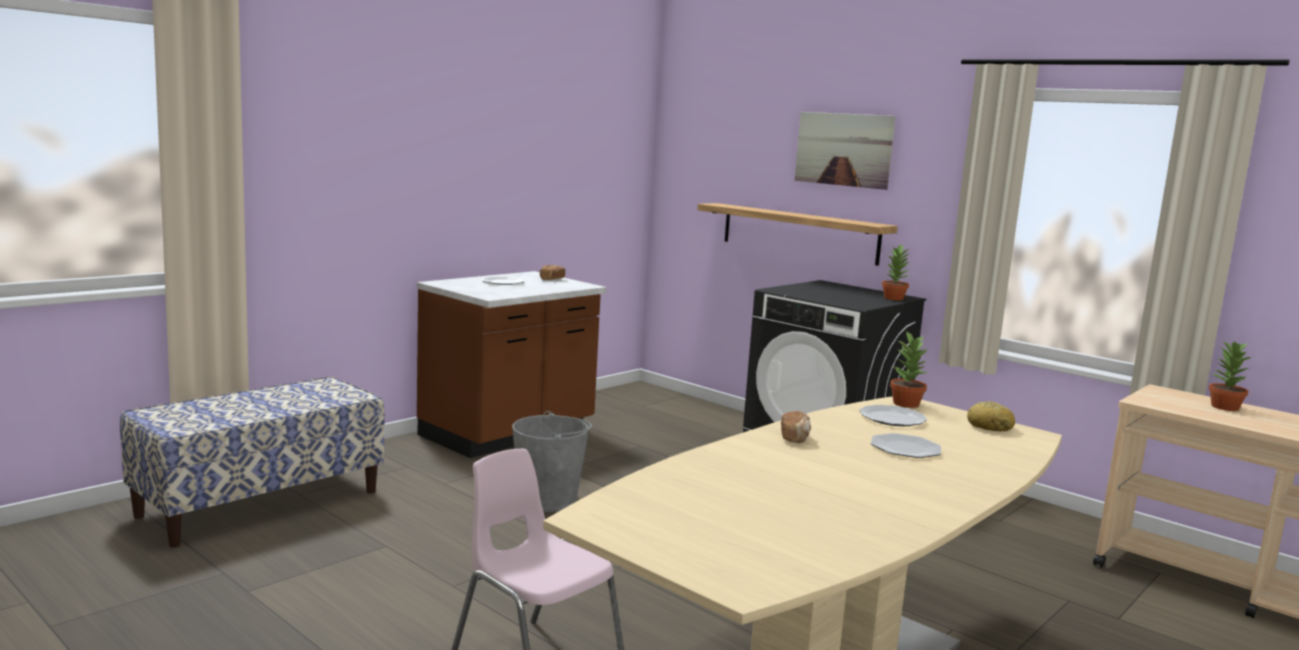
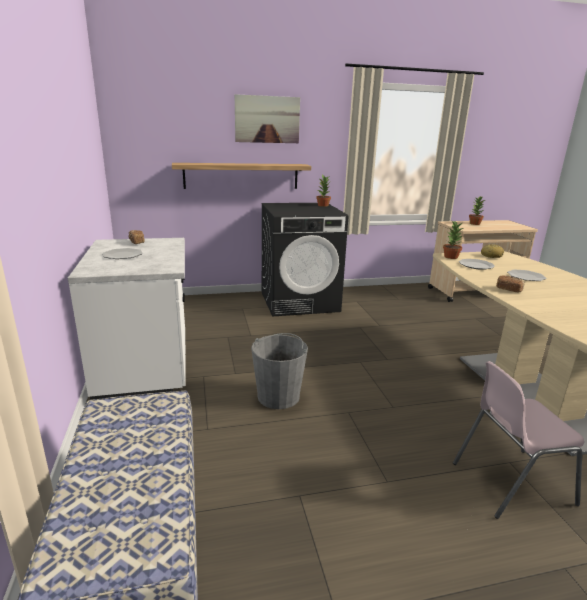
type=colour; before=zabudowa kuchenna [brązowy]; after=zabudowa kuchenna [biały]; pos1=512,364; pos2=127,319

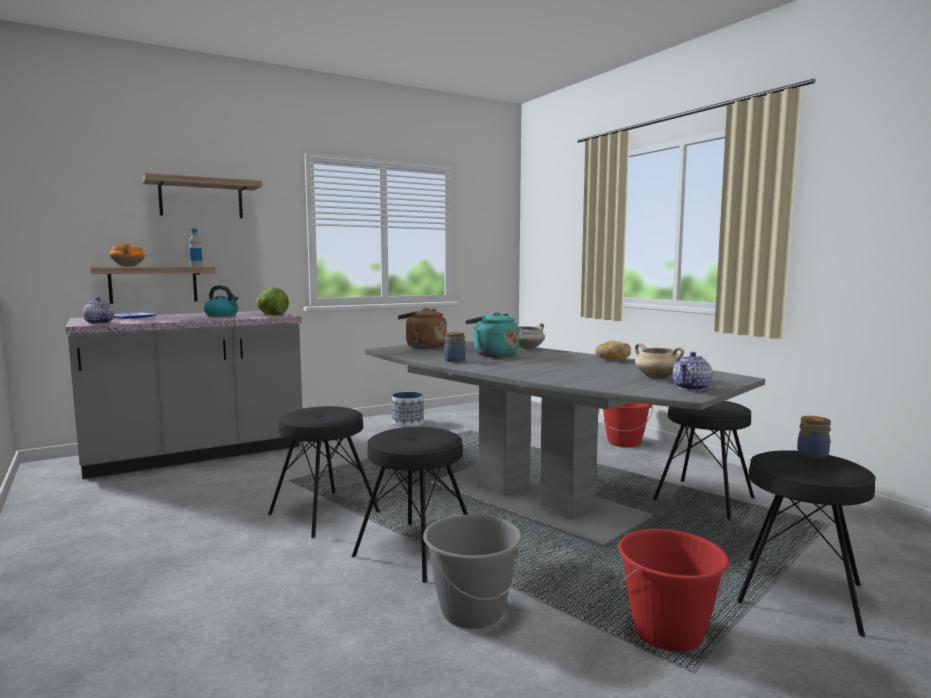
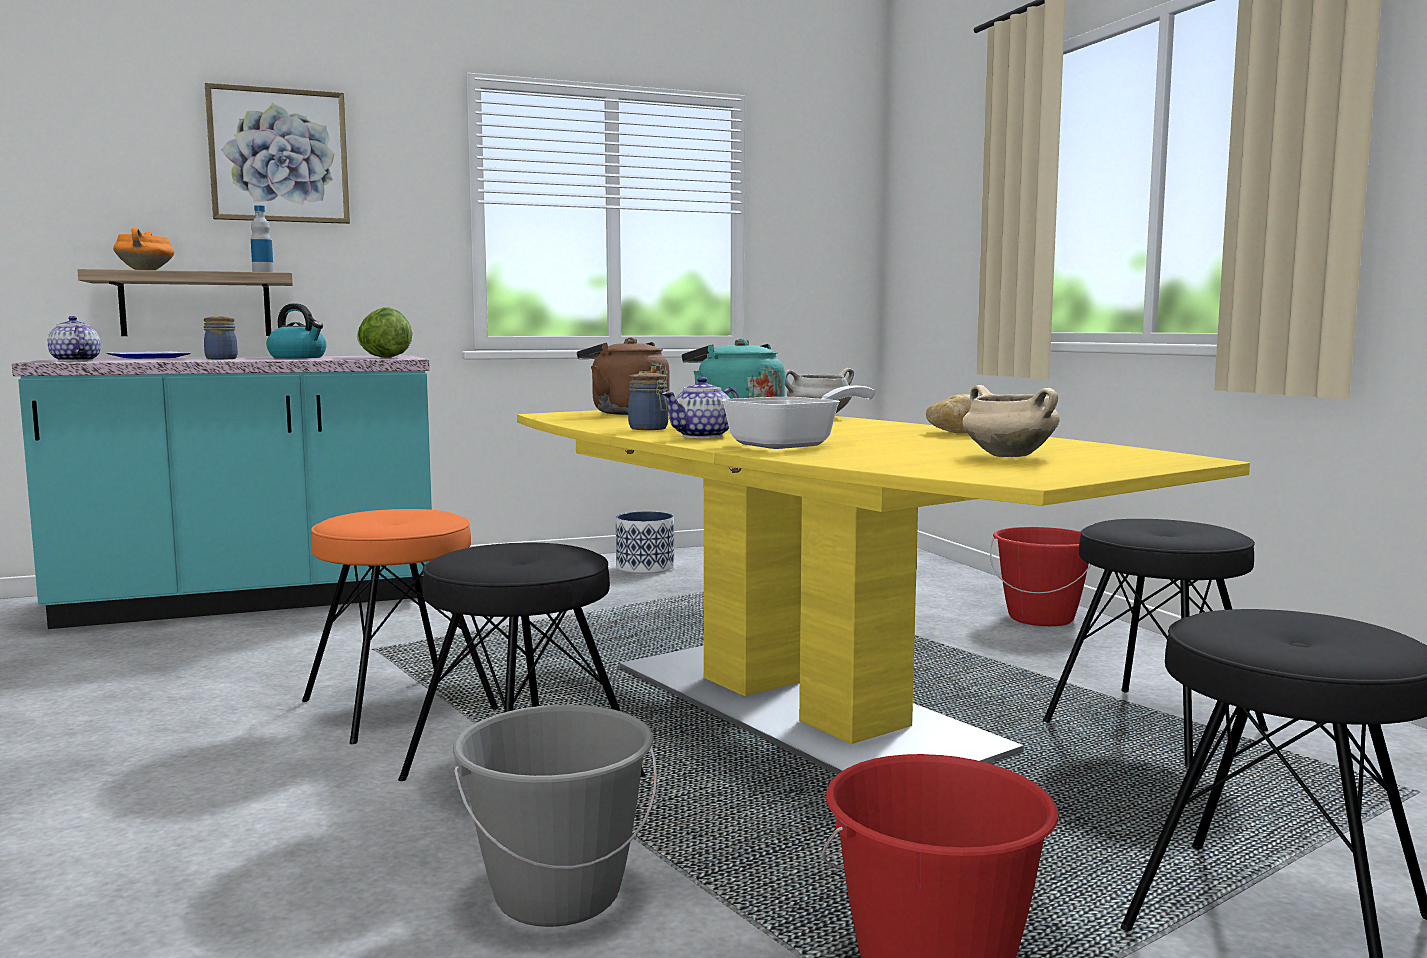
type=colour; before=zabudowa kuchenna [szary]; after=zabudowa kuchenna [turkusowy]; pos1=184,395; pos2=222,492
type=exchanged; before=półka; after=obraz; pos1=202,195; pos2=277,153
type=colour; before=stołek [czarny]; after=stołek [pomarańczowy]; pos1=324,472; pos2=400,626
type=colour; before=stół jadalny [szary]; after=stół jadalny [żółty]; pos1=565,444; pos2=883,592
type=relocated; before=imbryk; pos1=692,371; pos2=700,407
type=relocated; before=słoik; pos1=814,437; pos2=221,338
type=appeared; after=patelnia; pos2=799,417

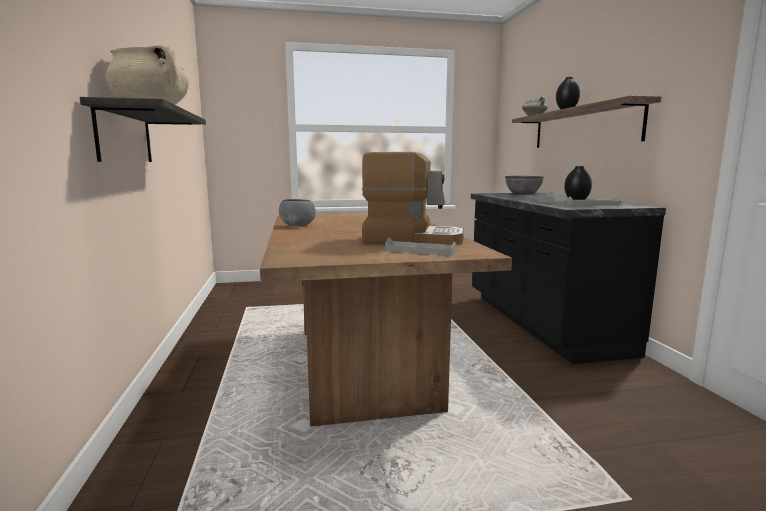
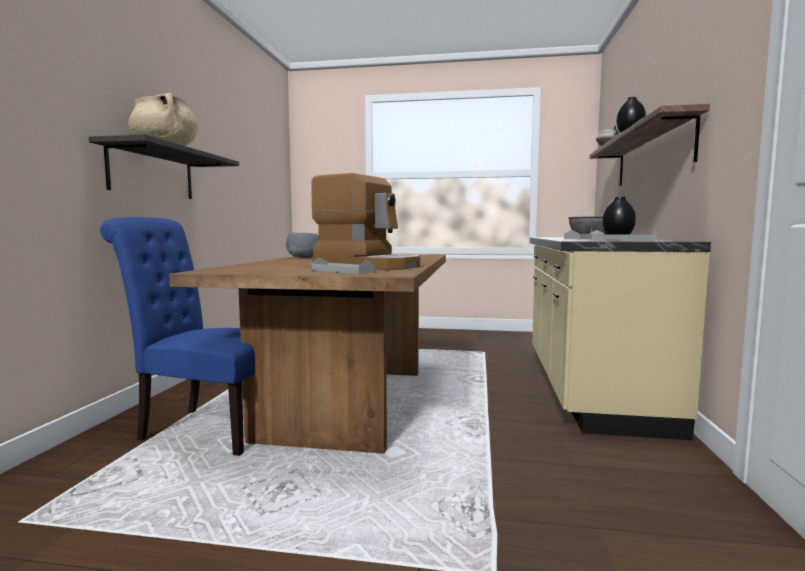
type=colour; before=zabudowa kuchenna [czarny]; after=zabudowa kuchenna [beżowy]; pos1=568,278; pos2=620,338
type=appeared; after=krzesło [niebieski]; pos2=177,336

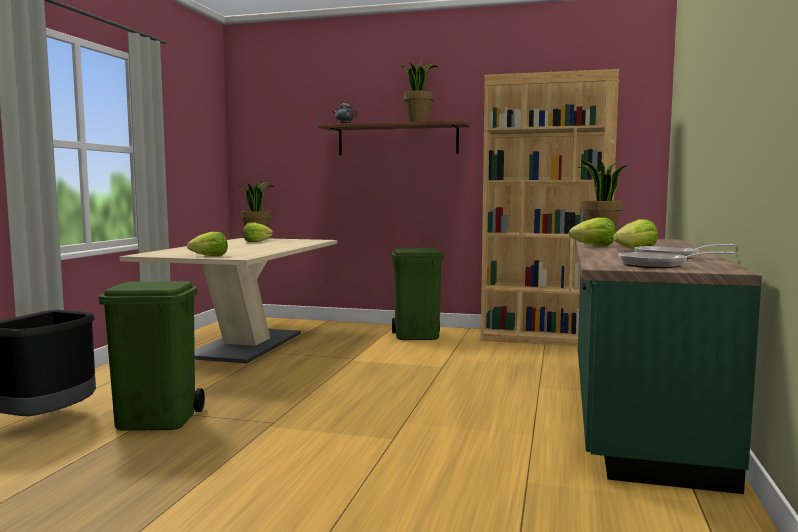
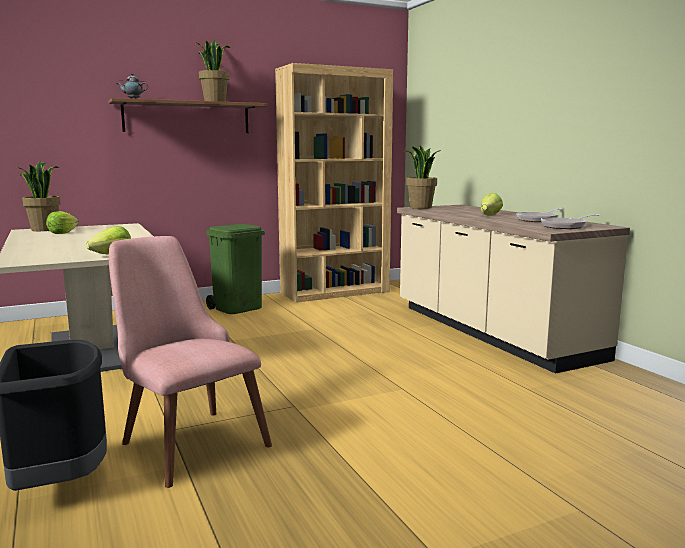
type=exchanged; before=kosz na śmieci [zielony]; after=krzesło [różowy]; pos1=152,356; pos2=190,362
type=missing; before=sałata; pos1=592,231
type=colour; before=zabudowa kuchenna [zielony]; after=zabudowa kuchenna [beżowy]; pos1=668,366; pos2=513,289

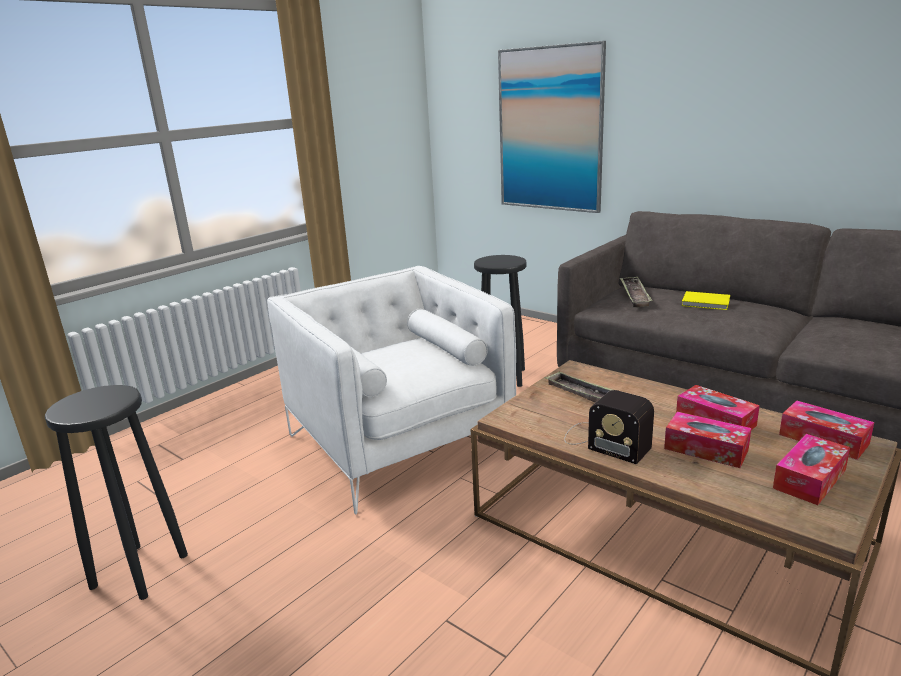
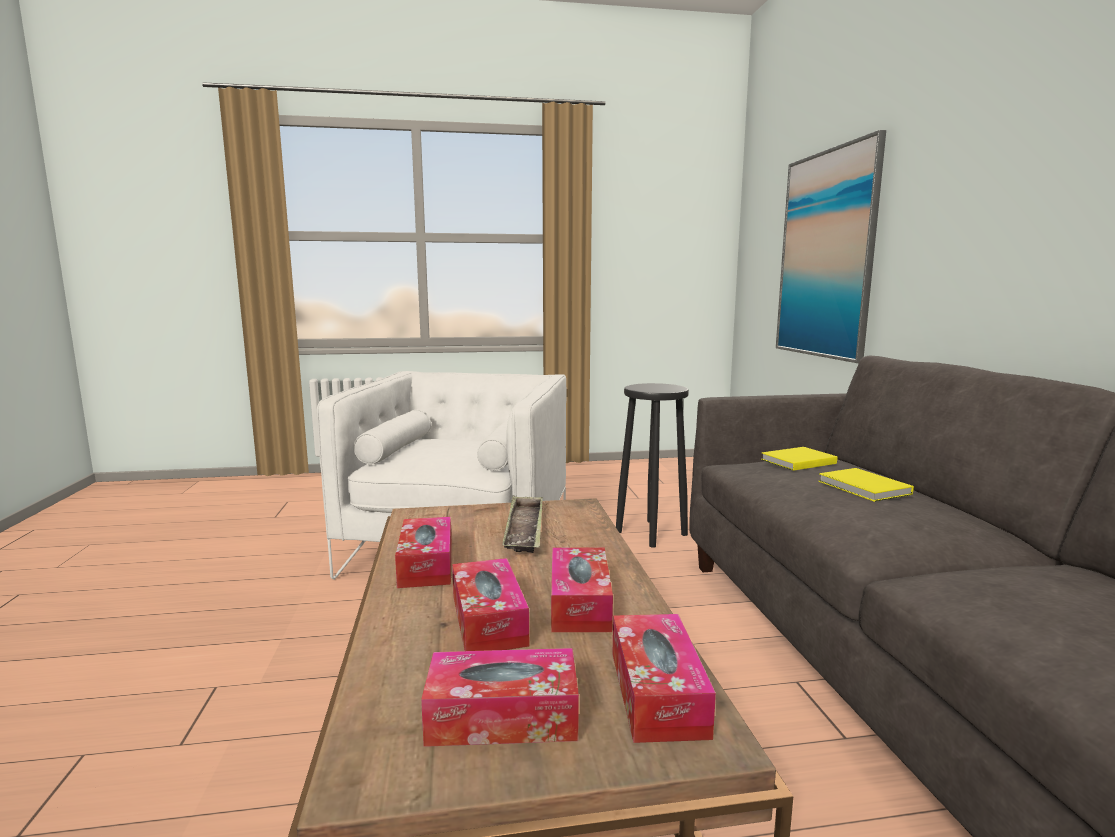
type=missing; before=stołek [czarny]; pos1=116,492
type=exchanged; before=radio; after=pudełko chusteczek; pos1=609,427; pos2=423,552
type=exchanged; before=taca; after=książka [żółty]; pos1=636,291; pos2=799,459

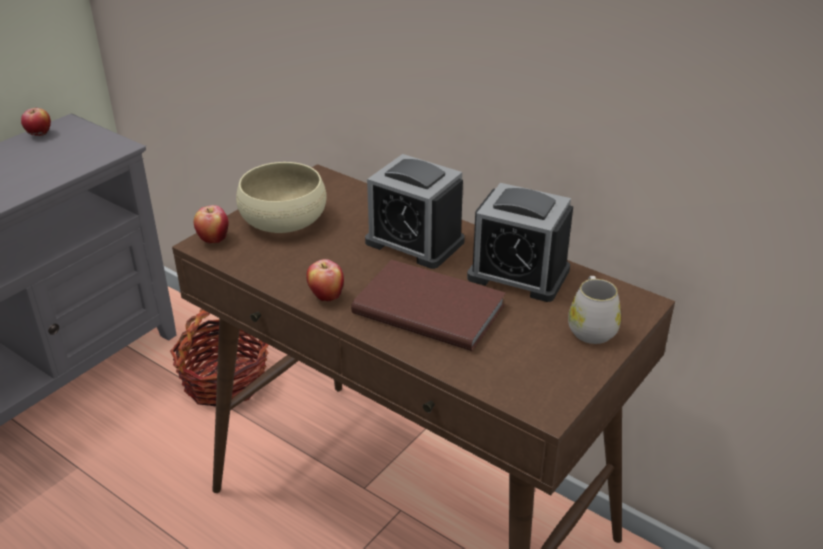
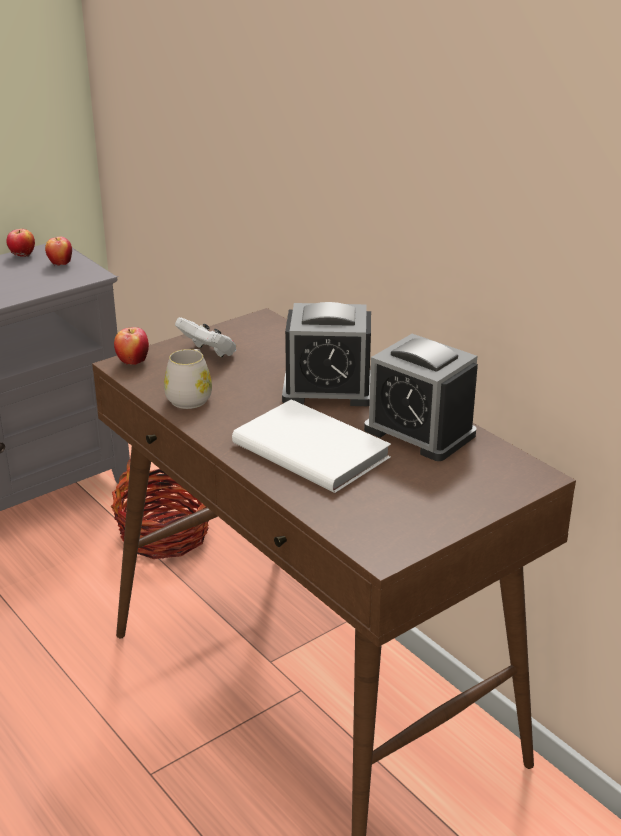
type=exchanged; before=miska [beżowy]; after=pad do gier [biały]; pos1=281,197; pos2=205,337
type=relocated; before=jabłko; pos1=325,280; pos2=58,251
type=colour; before=książka [brązowy]; after=książka [biały]; pos1=428,305; pos2=311,446
type=spun; before=budzik; pos1=415,211; pos2=326,354; turn=-45
type=relocated; before=kubek [biały]; pos1=594,310; pos2=188,379

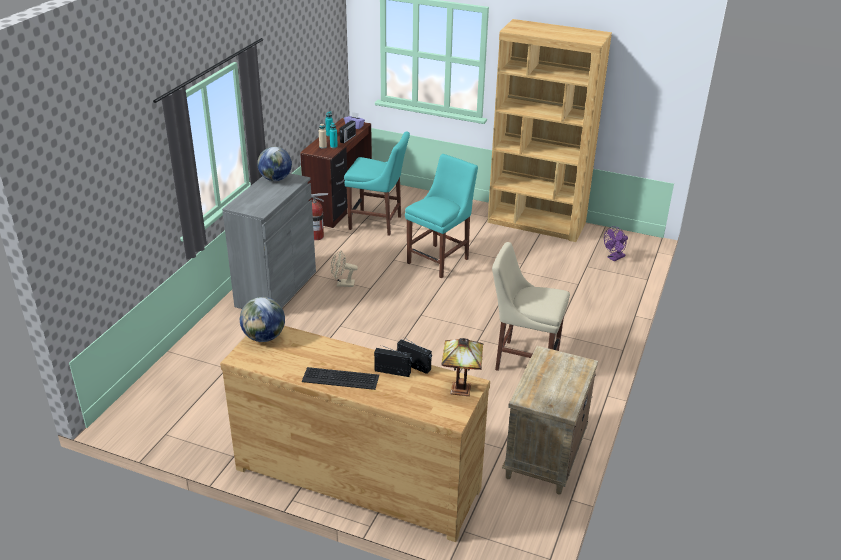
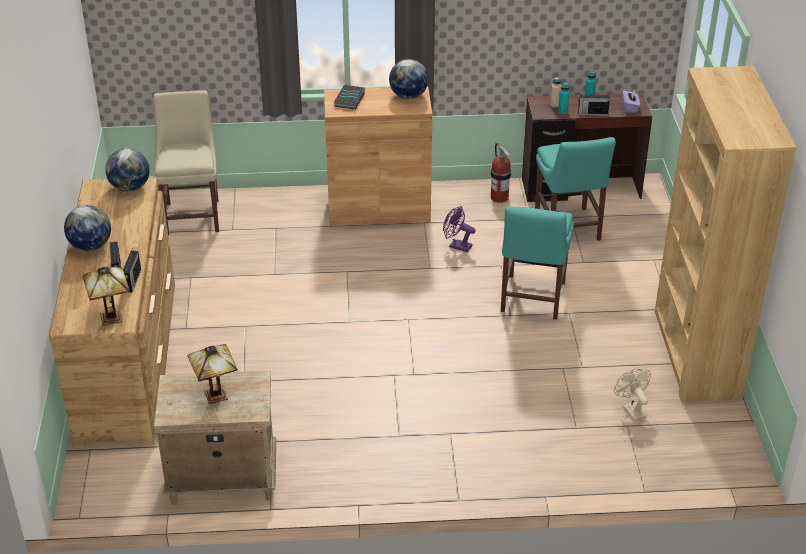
type=colour; before=szafka [szary]; after=szafka [brązowy]; pos1=269,241; pos2=378,156
type=exchanged; before=klawiatura; after=globus; pos1=340,378; pos2=87,228
type=relocated; before=wentylator [beżowy]; pos1=344,269; pos2=632,395
type=spun; before=krzesło [turkusowy]; pos1=441,216; pos2=537,263; turn=90
type=relocated; before=krzesło [beżowy]; pos1=531,306; pos2=186,163
type=relocated; before=wentylator [fioletowy]; pos1=616,243; pos2=459,229
type=appeared; after=lampa stołowa; pos2=212,374
type=appeared; after=książka; pos2=349,97

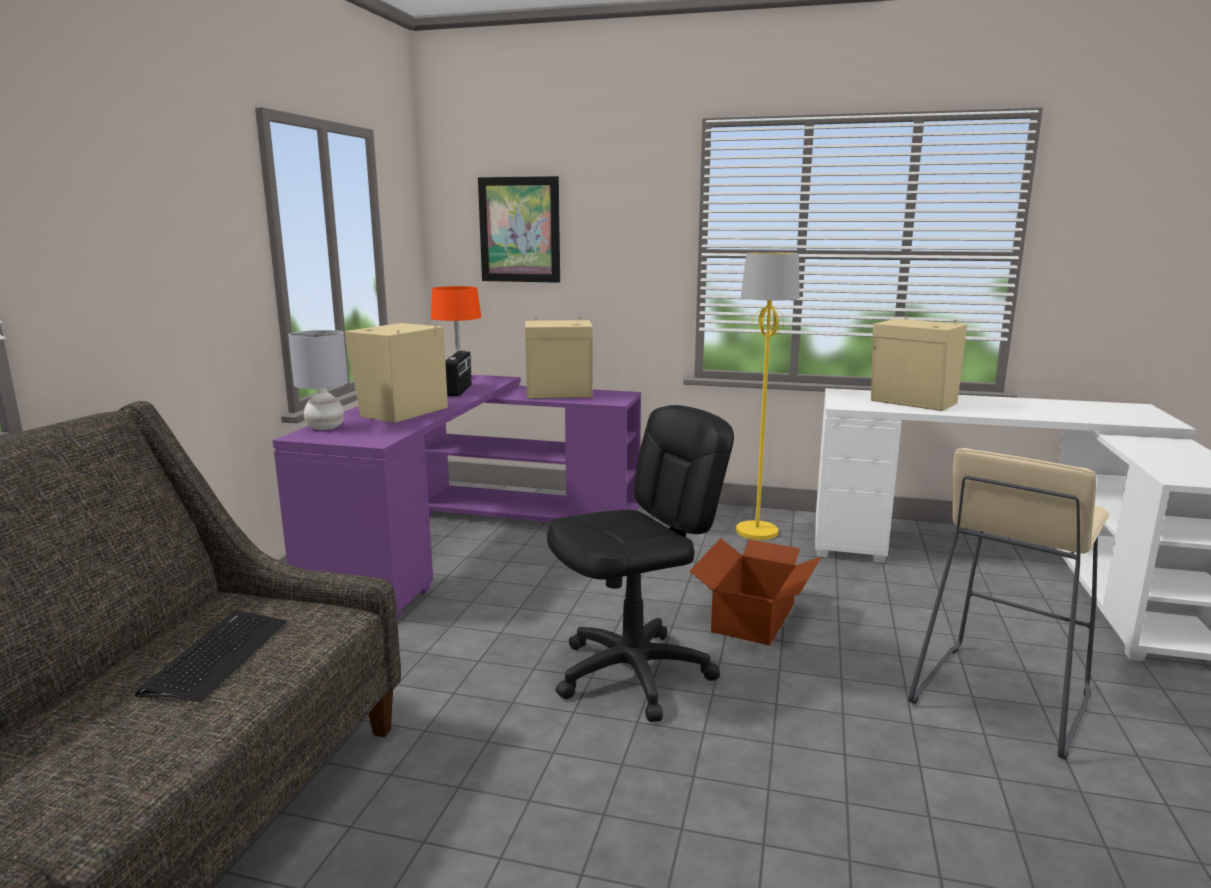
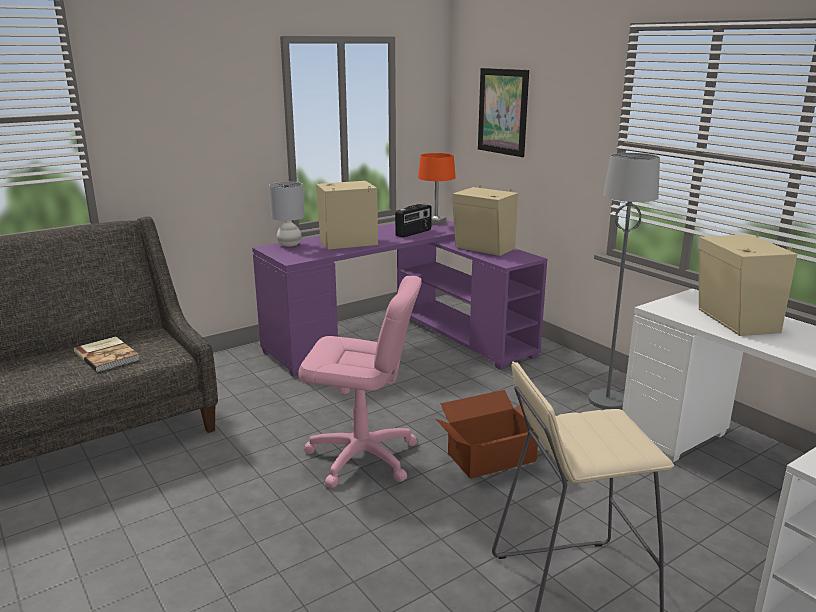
type=exchanged; before=klawiatura; after=książka; pos1=211,656; pos2=107,354
type=colour; before=krzesło biurowe [czarny]; after=krzesło biurowe [różowy]; pos1=640,563; pos2=360,382
type=colour; before=lampa stojąca [żółty]; after=lampa stojąca [szary]; pos1=768,396; pos2=624,281

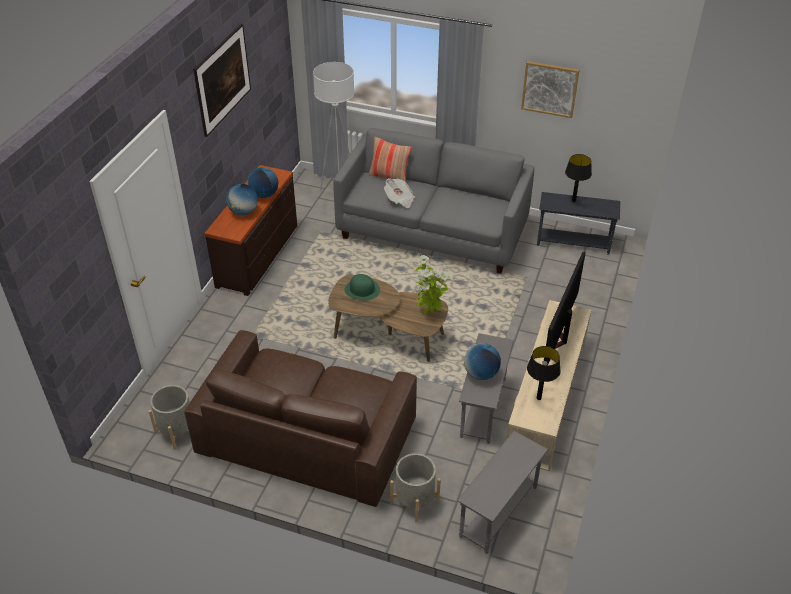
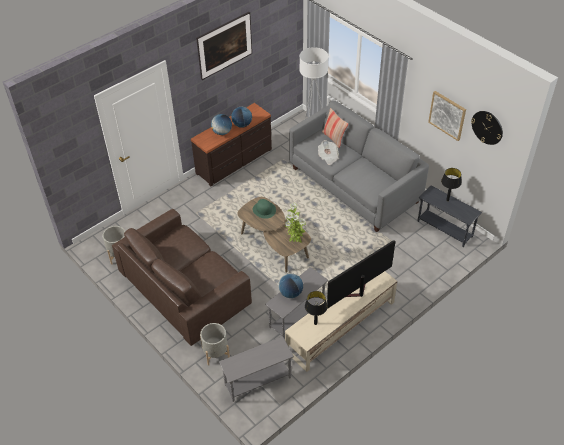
type=appeared; after=zegar ścienny; pos2=487,128

